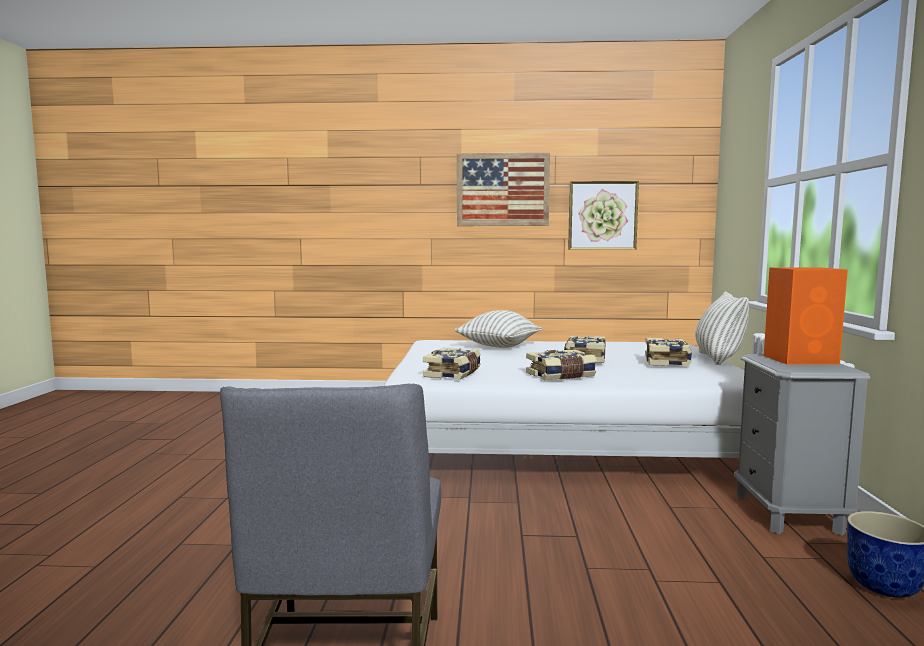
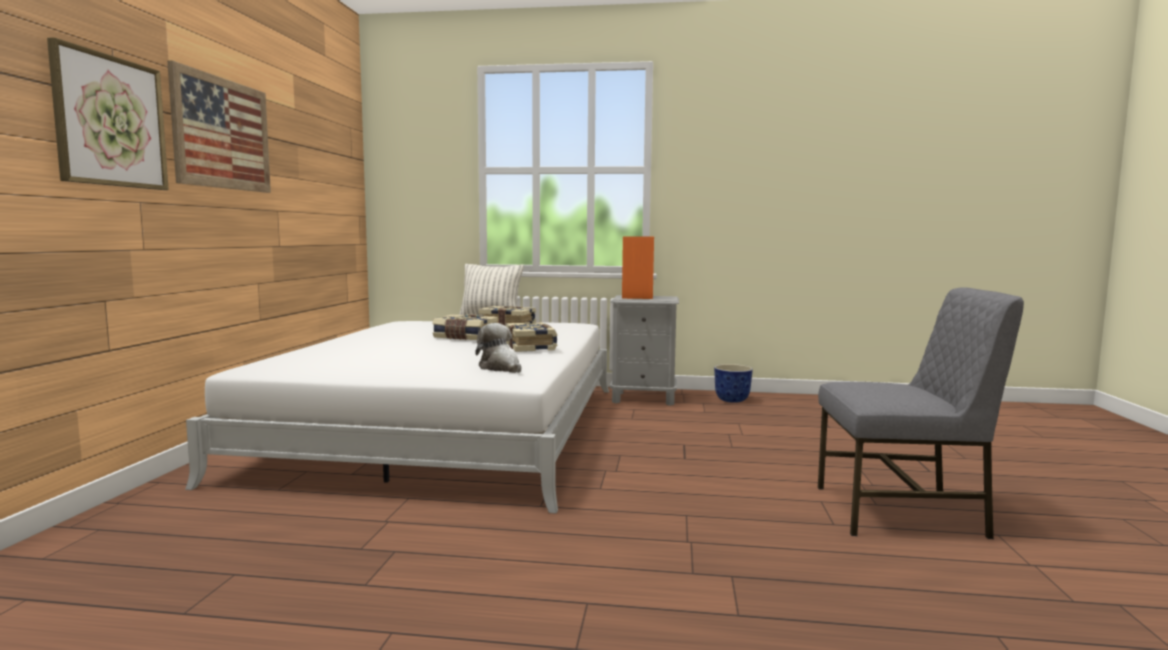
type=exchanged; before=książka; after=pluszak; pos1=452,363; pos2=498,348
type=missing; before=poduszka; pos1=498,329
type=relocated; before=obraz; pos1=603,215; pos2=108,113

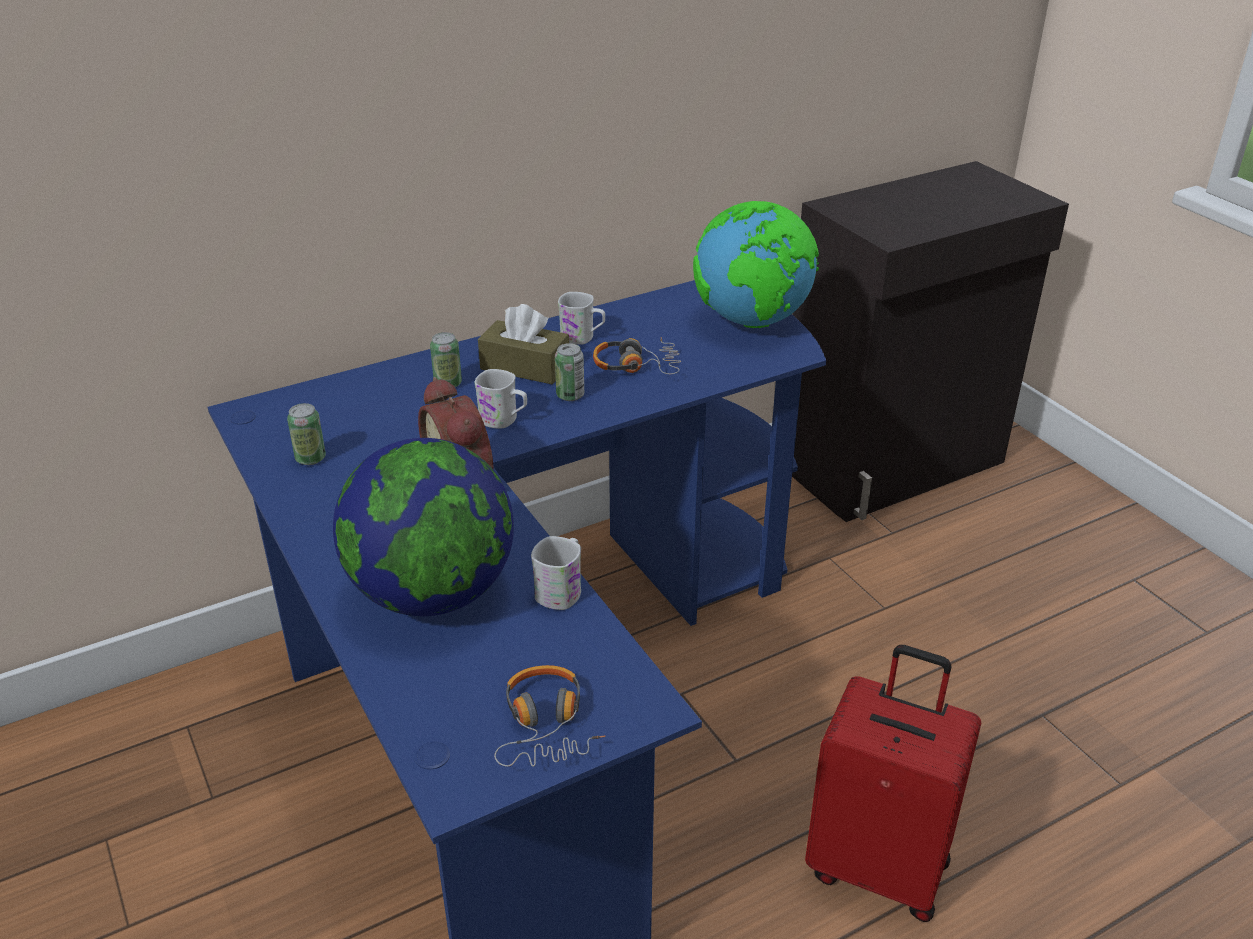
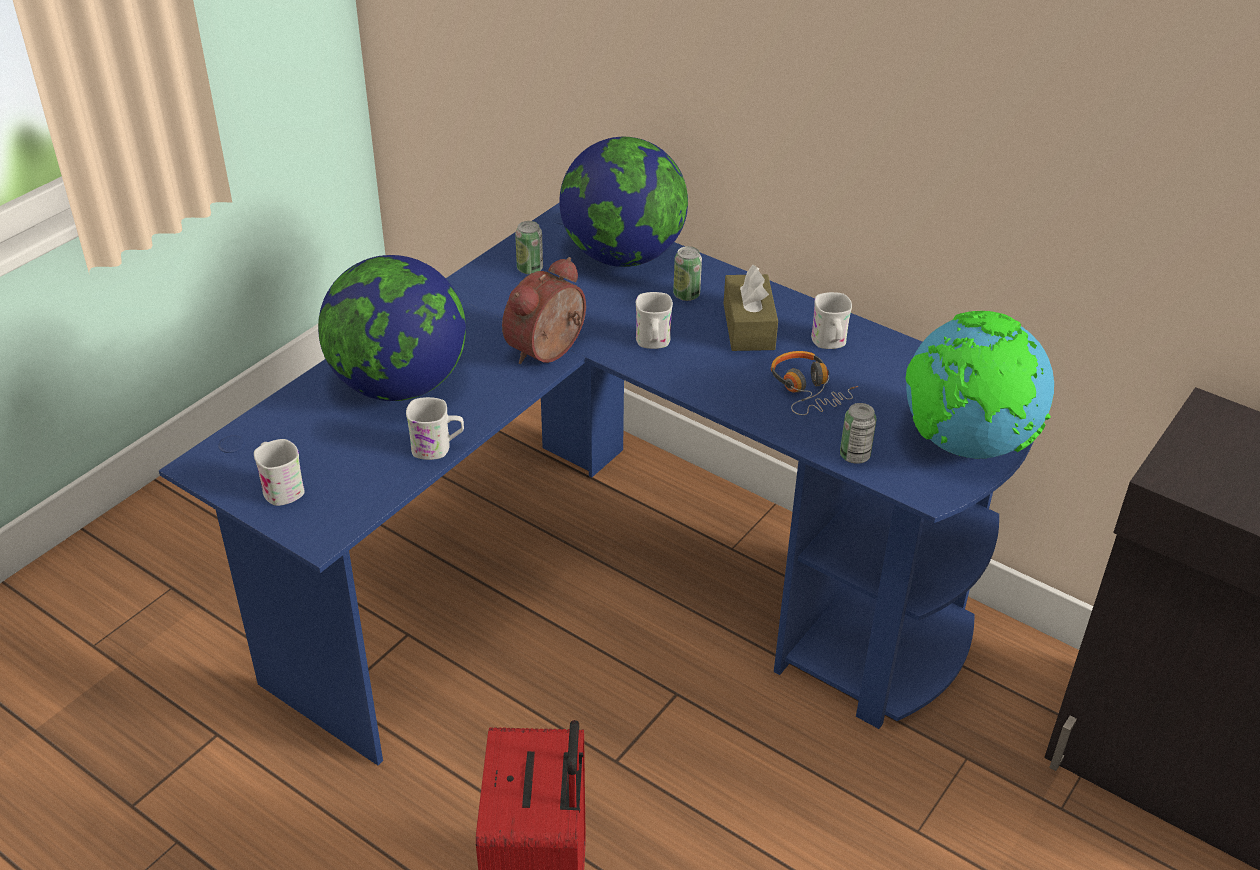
type=exchanged; before=słuchawki; after=kubek [biały]; pos1=549,716; pos2=279,472
type=relocated; before=puszka; pos1=569,372; pos2=858,433
type=appeared; after=globus; pos2=623,202

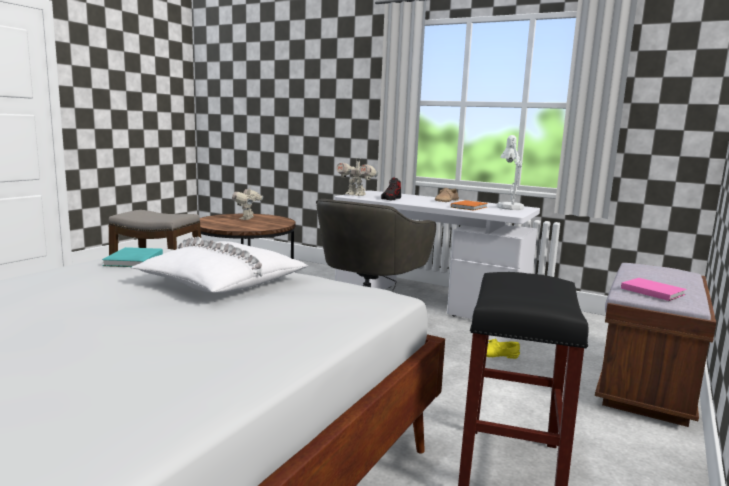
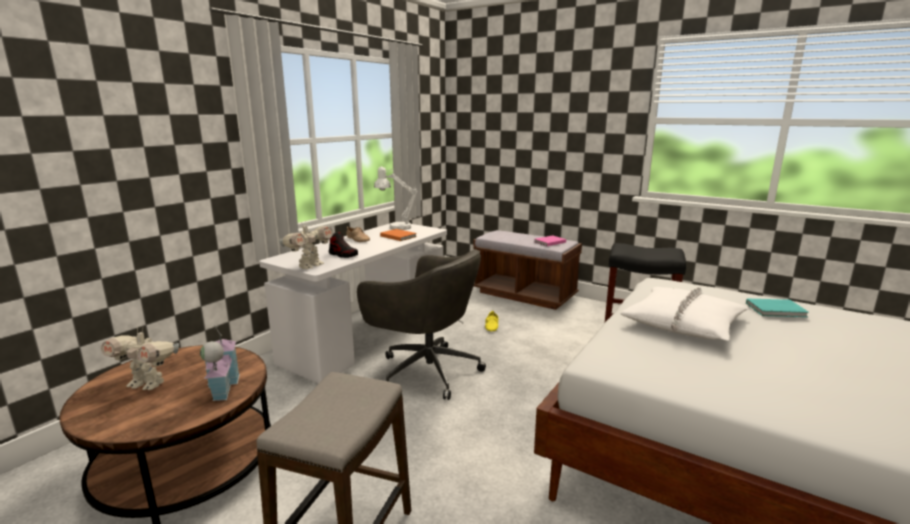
type=relocated; before=książka [turkusowy]; pos1=132,257; pos2=777,308
type=appeared; after=domek; pos2=220,363

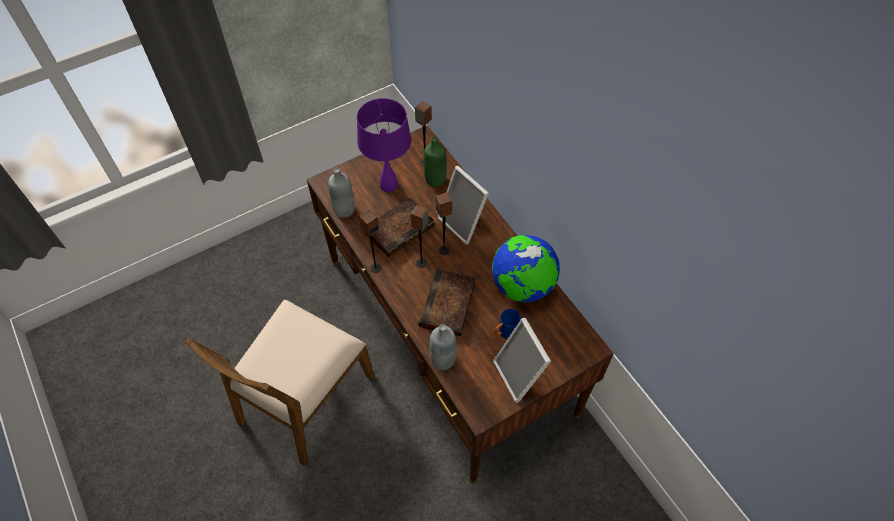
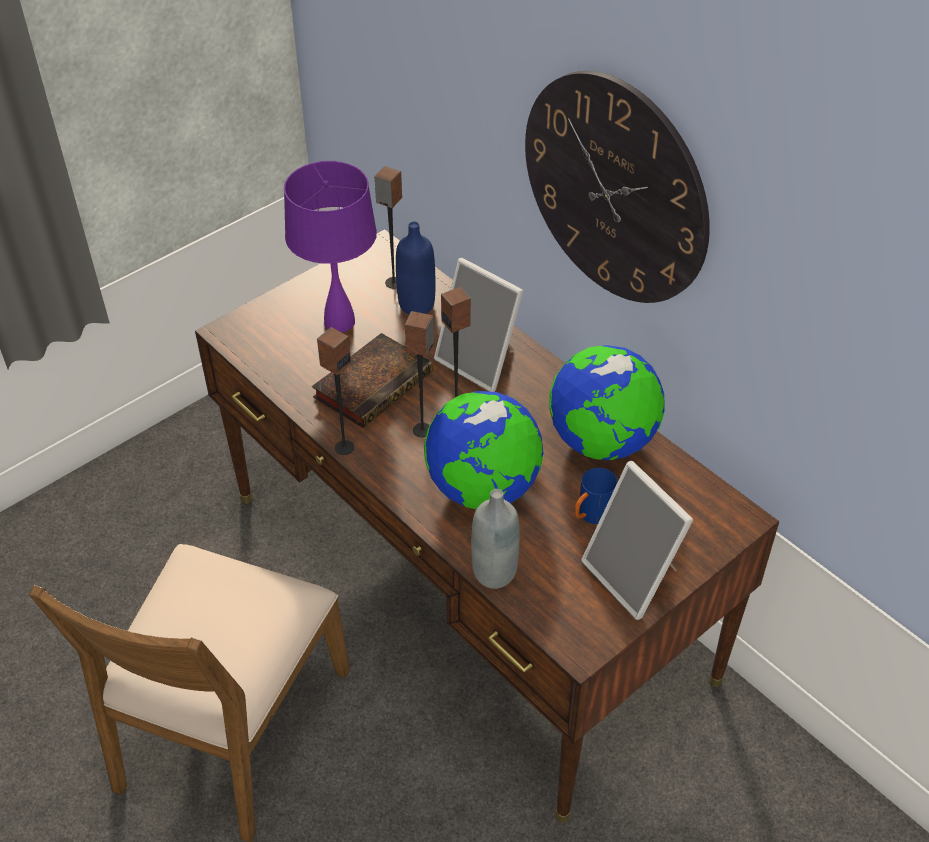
type=missing; before=butelka [szary]; pos1=341,193
type=exchanged; before=książka; after=globus; pos1=447,303; pos2=484,450
type=colour; before=butelka [zielony]; after=butelka [niebieski]; pos1=435,162; pos2=415,268
type=appeared; after=zegar ścienny; pos2=617,187

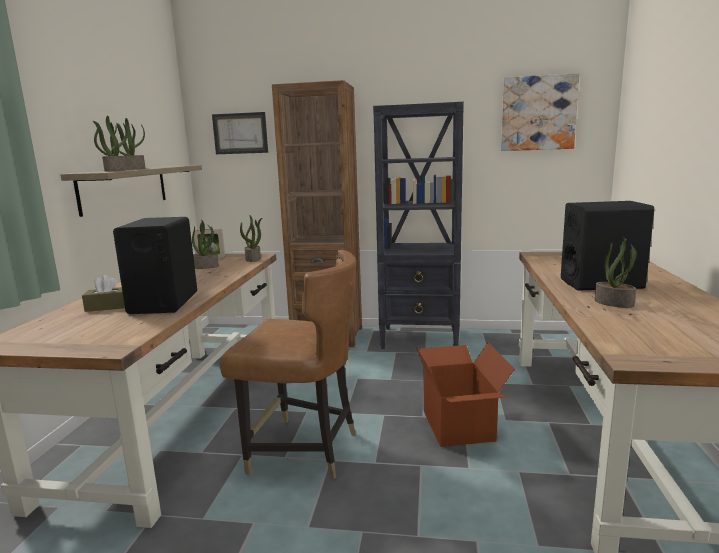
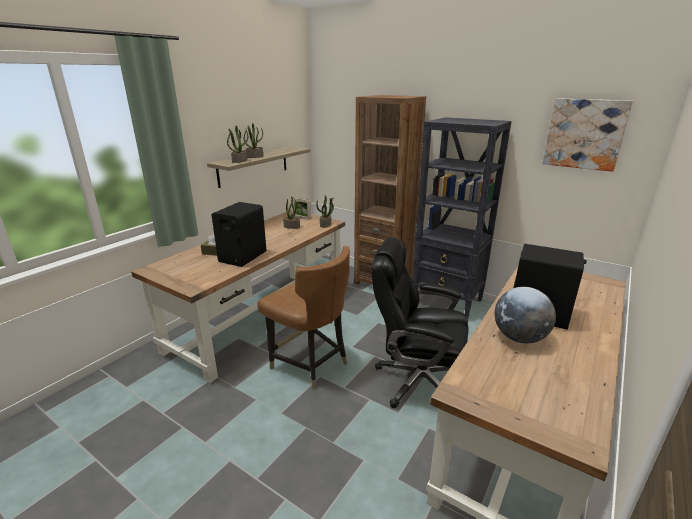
type=missing; before=obraz; pos1=240,133
type=exchanged; before=karton; after=krzesło biurowe [czarny]; pos1=465,394; pos2=420,322
type=exchanged; before=roślina doniczkowa; after=globus; pos1=616,272; pos2=525,315

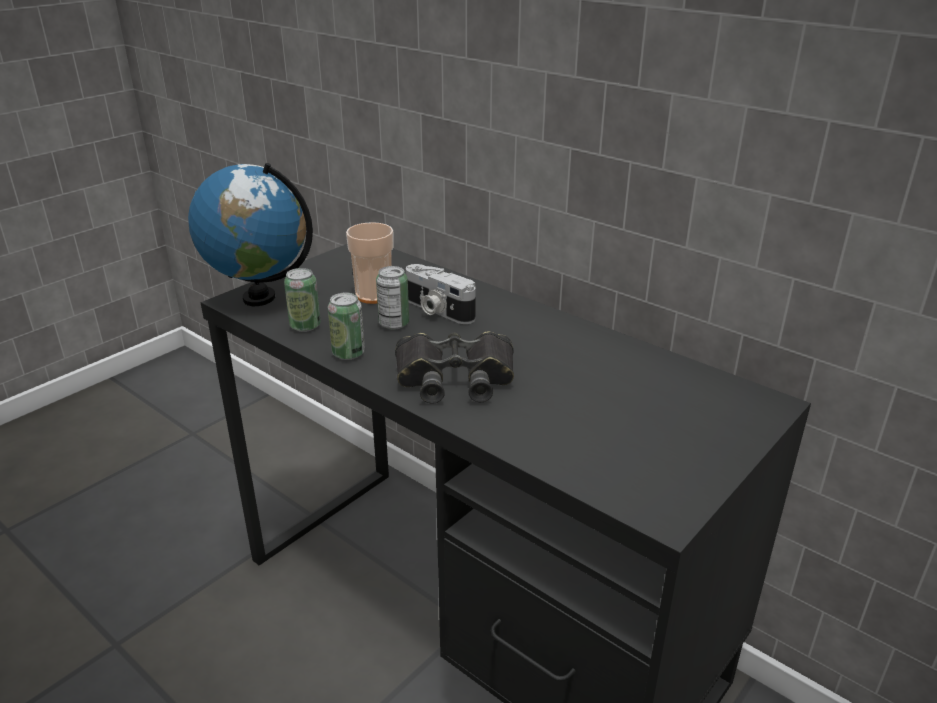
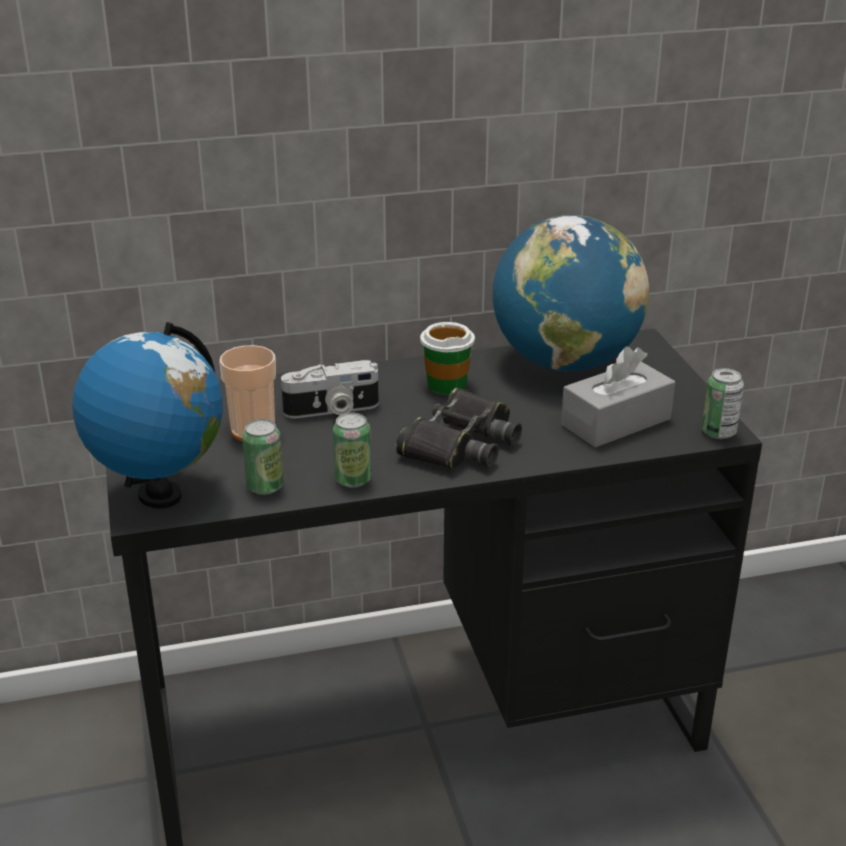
type=relocated; before=puszka; pos1=392,298; pos2=723,403
type=appeared; after=filiżanka; pos2=447,358
type=appeared; after=globus; pos2=570,293
type=appeared; after=pudełko chusteczek [szary]; pos2=618,397

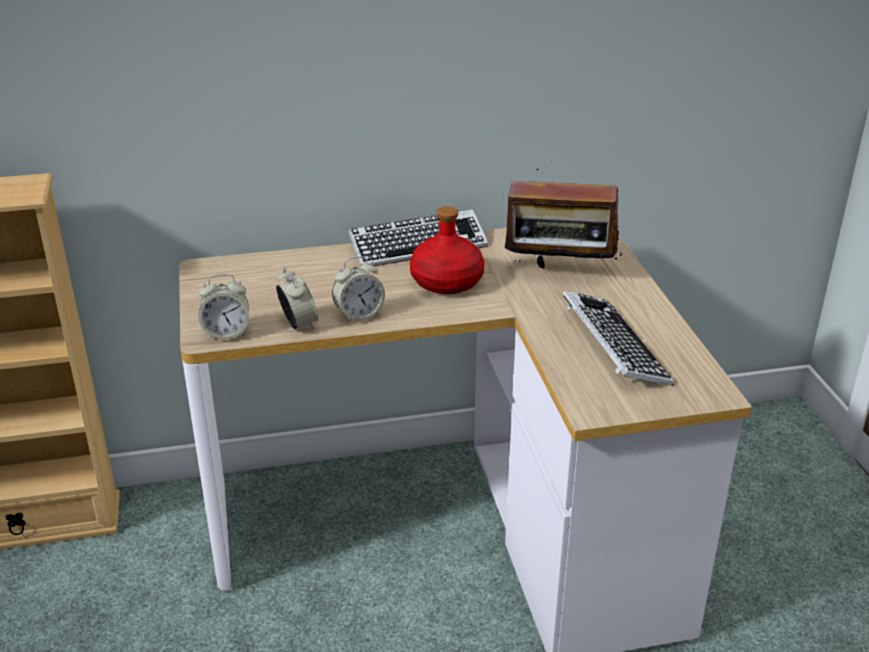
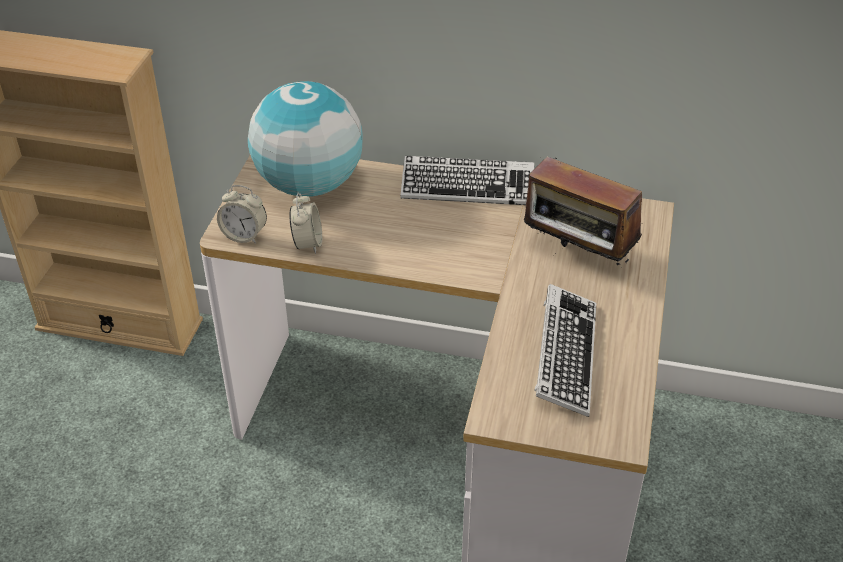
type=missing; before=budzik; pos1=358,290
type=missing; before=butelka [czerwony]; pos1=447,250
type=appeared; after=globus; pos2=305,139

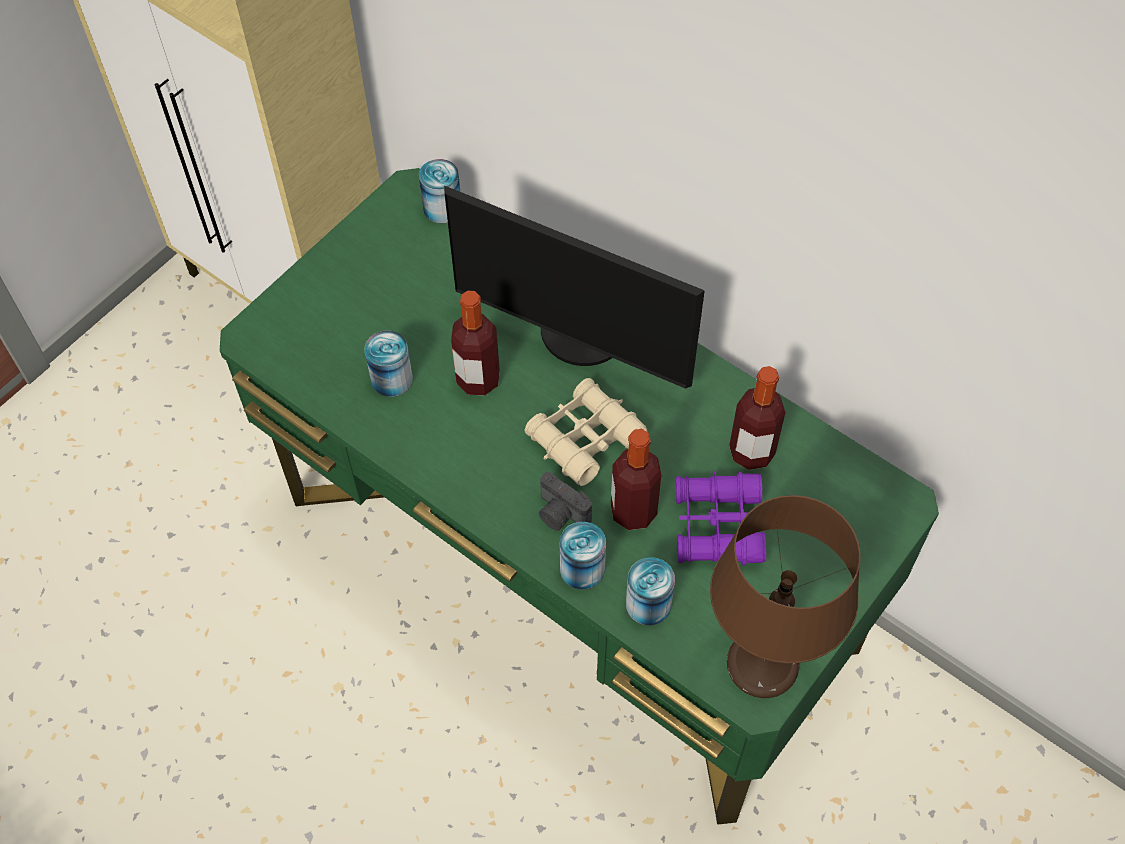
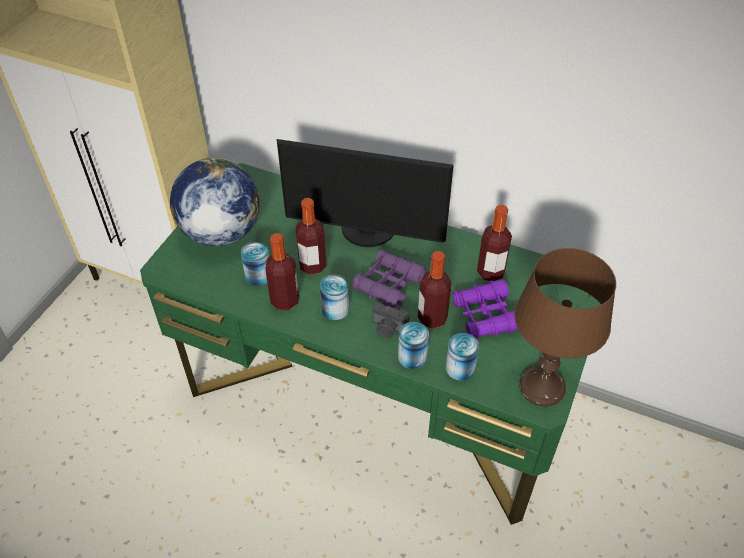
type=relocated; before=puszka; pos1=439,191; pos2=334,297
type=colour; before=lornetka [beżowy]; after=lornetka [fioletowy]; pos1=586,432; pos2=389,279
type=appeared; after=globus; pos2=215,202
type=appeared; after=butelka; pos2=282,271

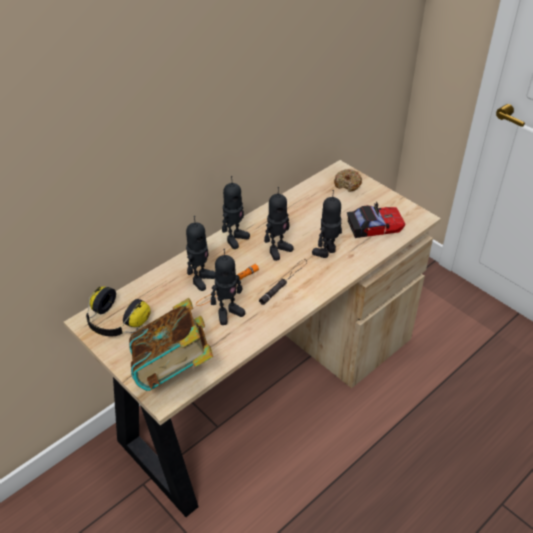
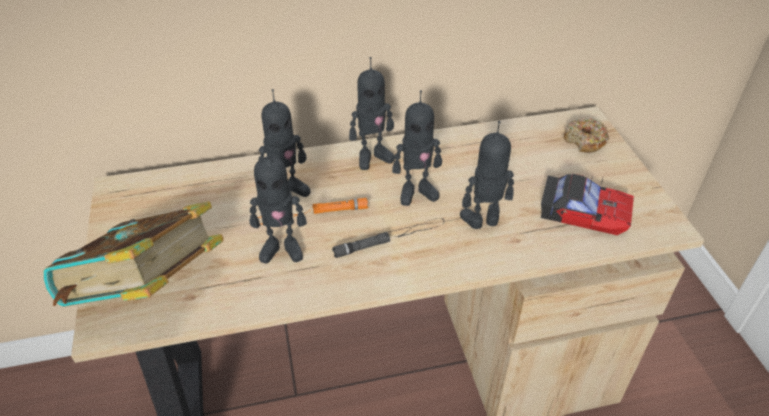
type=missing; before=słuchawki; pos1=118,311

